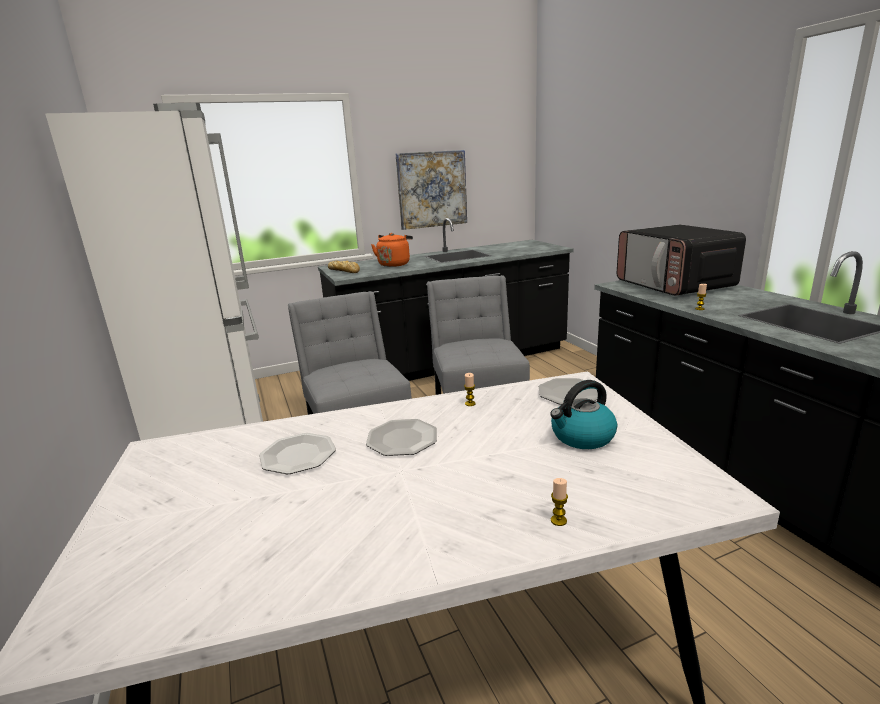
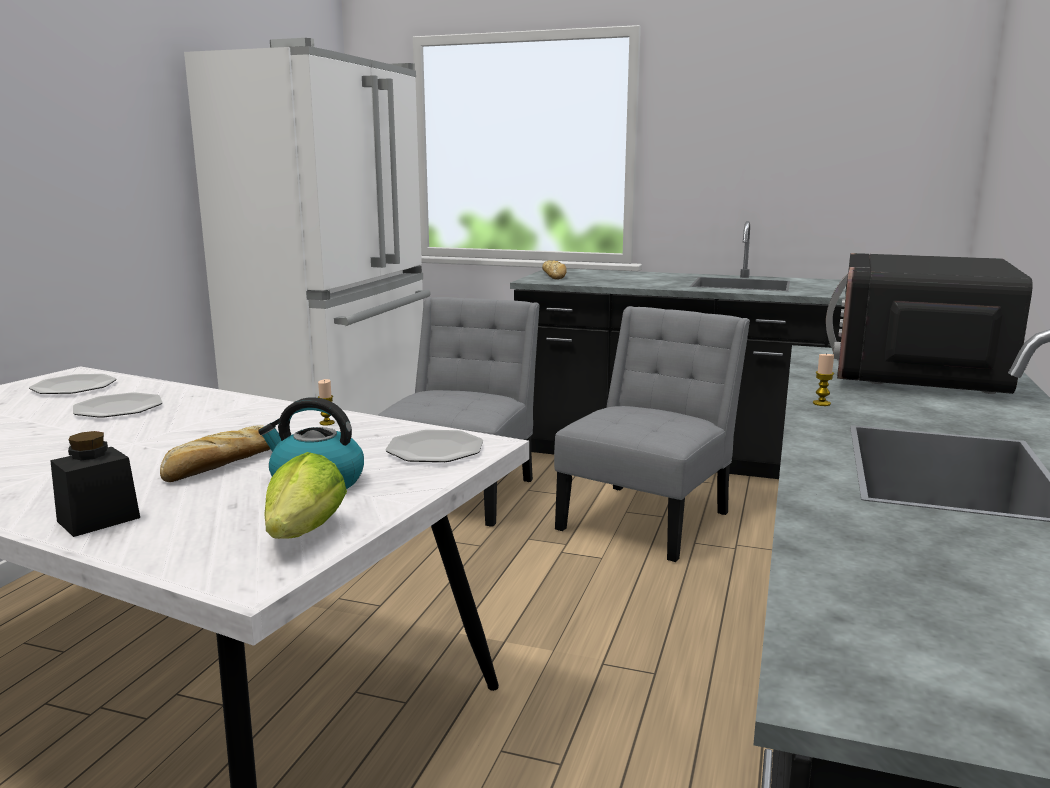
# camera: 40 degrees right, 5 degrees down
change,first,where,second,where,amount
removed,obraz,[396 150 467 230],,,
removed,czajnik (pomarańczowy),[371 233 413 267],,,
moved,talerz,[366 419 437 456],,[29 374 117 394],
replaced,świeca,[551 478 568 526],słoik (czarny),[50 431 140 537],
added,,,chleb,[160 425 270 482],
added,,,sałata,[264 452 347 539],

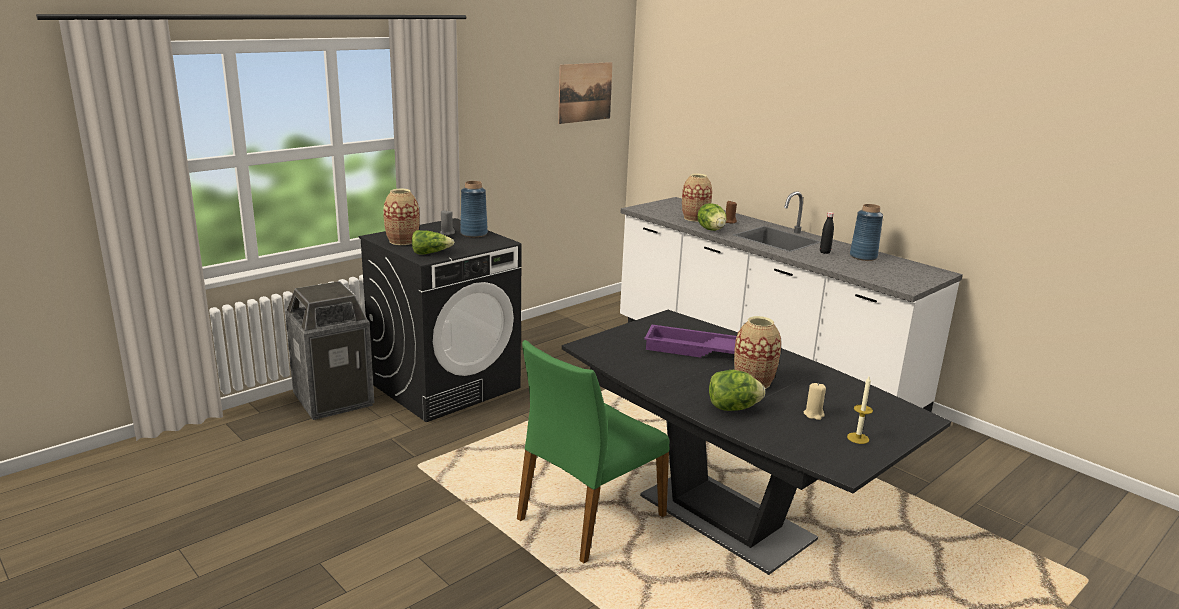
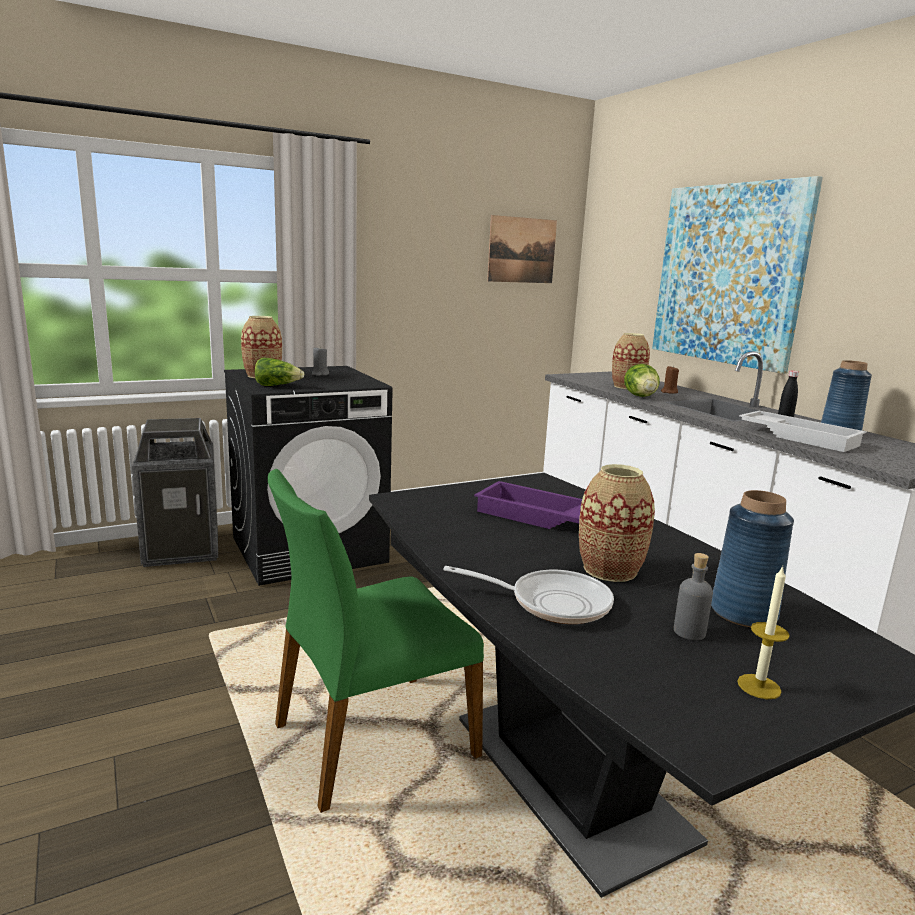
# camera: 15 degrees right, 5 degrees down
change,first,where,second,where,amount
moved,wazon (niebieski),[460 181 488 237],,[711 490 794 627],
replaced,sałata,[709 370 765 411],patelnia,[443 566 614 624],
replaced,świeca (beżowy),[804 383 826 420],butelka (szary),[674 553 713 640],
added,,,obraz,[652 176 823 374],
added,,,taca (biały),[739 411 867 452],

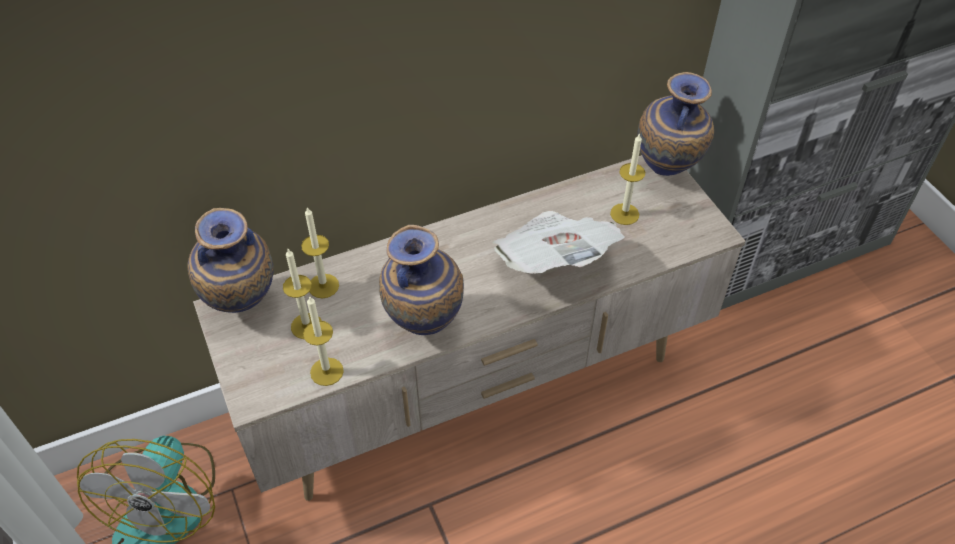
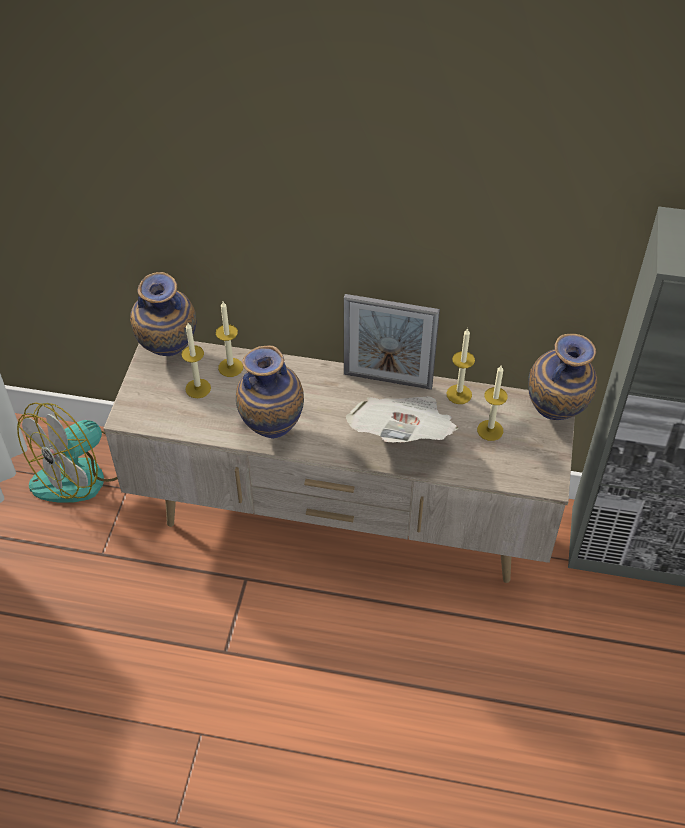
# camera: 35 degrees right, 0 degrees up
change,first,where,second,where,amount
moved,świeca,[303 296 344 386],,[446 328 475 404],
added,,,ramka na zdjęcie,[344 294 440 390],

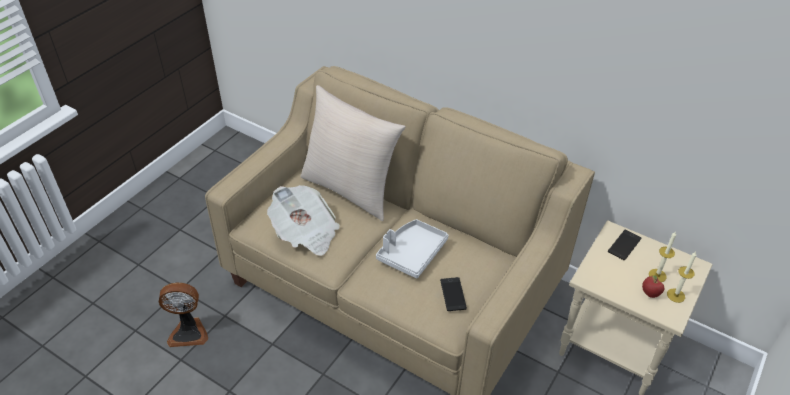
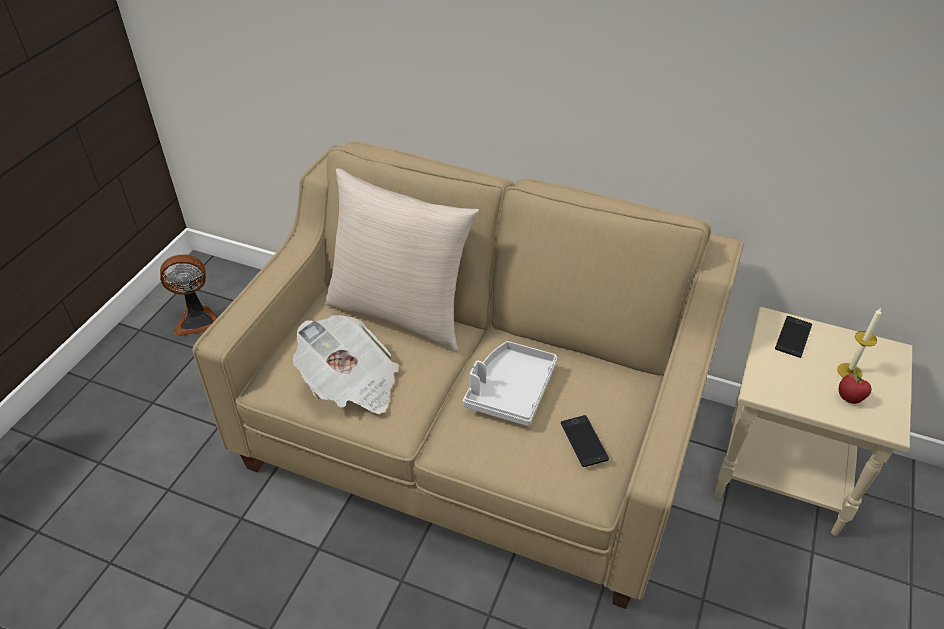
# camera: 10 degrees left, 0 degrees up
change,first,where,second,where,amount
removed,świeca,[667 252 696 303],,,
moved,wentylator,[159 282 208 347],,[160 254 218 337],

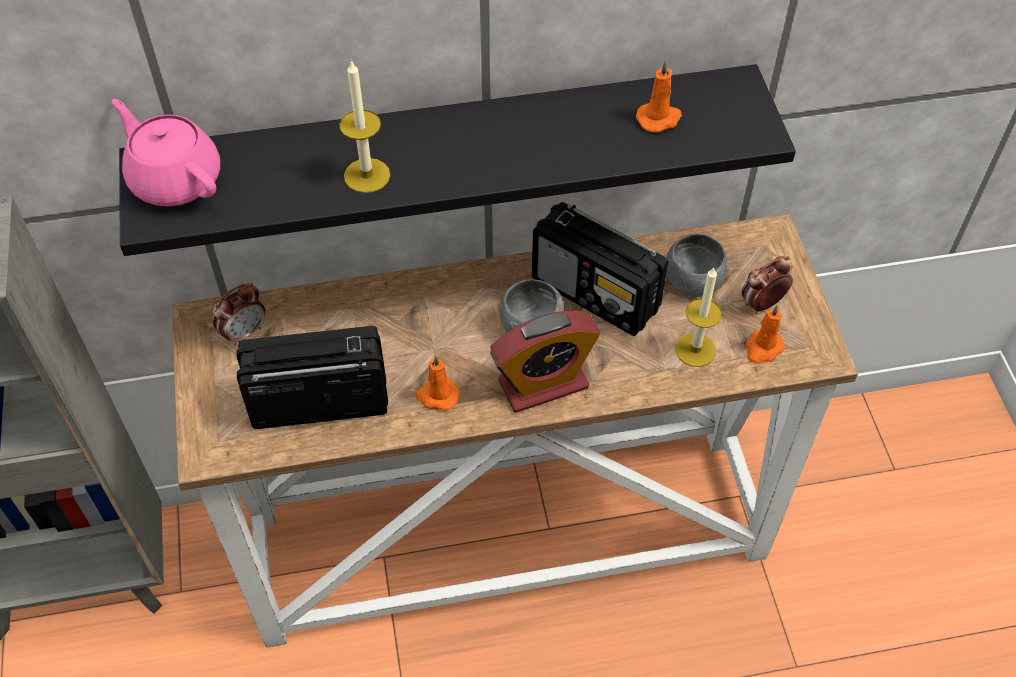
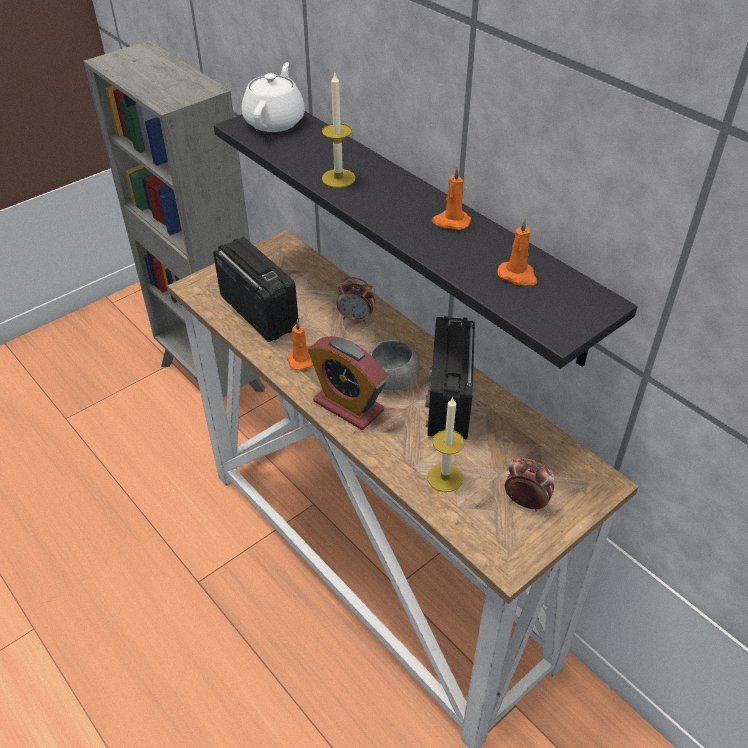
# camera: 60 degrees right, 10 degrees down
change,first,where,second,where,amount
recoloured,imbryk (różowy),[112 99 220 207],imbryk (biały),[241 62 305 132],
removed,miska (szary),[666 233 727 297],,,
moved,budzik,[213 283 265 346],,[337 277 376 324],
moved,świeca (pomarańczowy),[746 305 785 364],,[432 166 471 230],

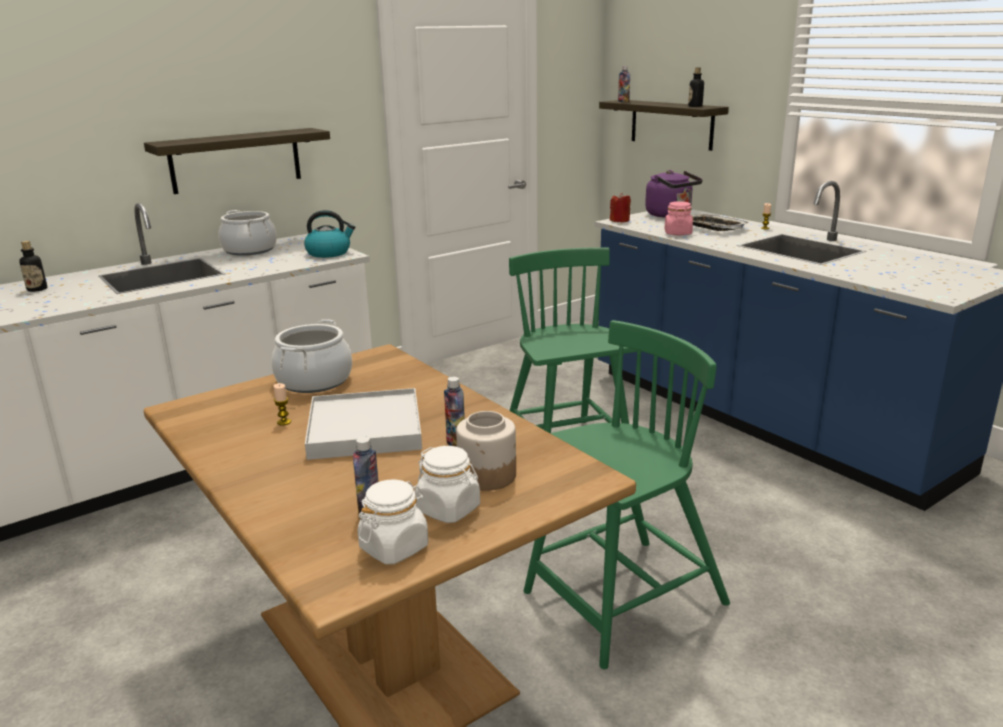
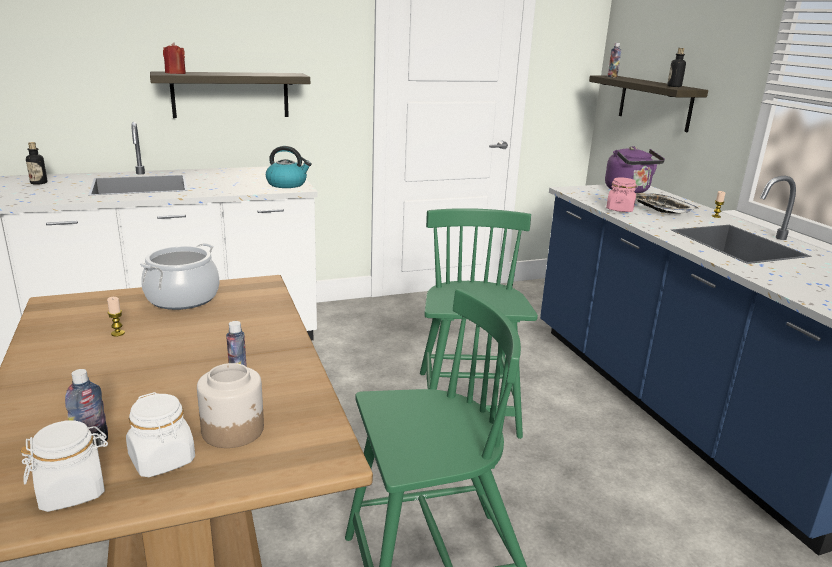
# camera: 15 degrees right, 0 degrees up
change,first,where,second,where,amount
moved,świeca (czerwony),[610 193 631 222],,[163 43 186 74],
removed,garnek,[218 210 277 256],,,
removed,taca (biały),[305 388 422 460],,,

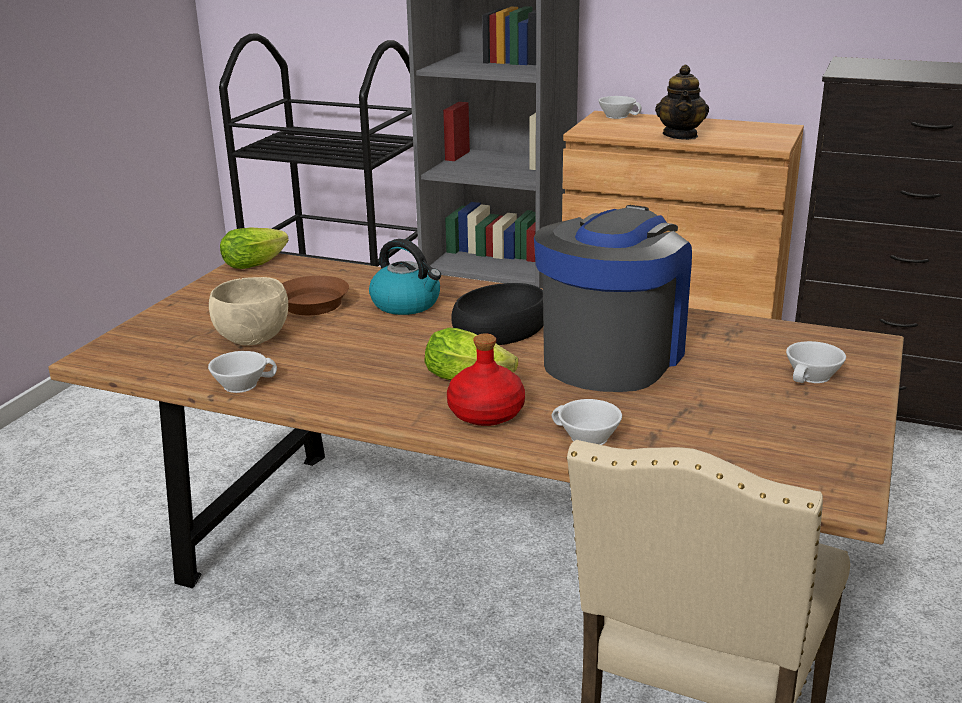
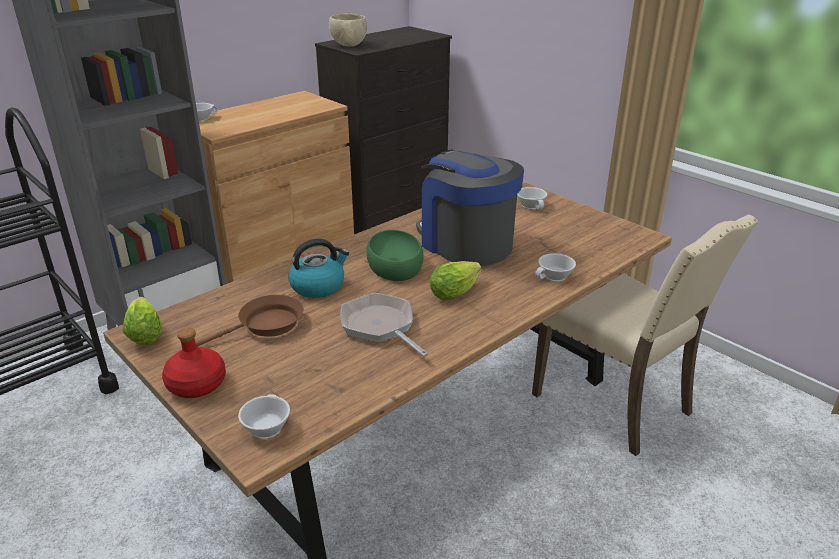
# camera: 65 degrees left, 5 degrees up
change,first,where,second,where,amount
removed,imbryk,[655 65 709 140],,,
moved,miska (beżowy),[209 277 288 346],,[329 13 367 47],
recoloured,miska (czarny),[451 283 543 345],miska (zielony),[366 230 423 281],
moved,butelka (czerwony),[447 333 525 426],,[162 328 226 398],
moved,filiżanka (biały),[208 351 277 393],,[238 394 290 439],
added,,,patelnia,[341 293 428 357],

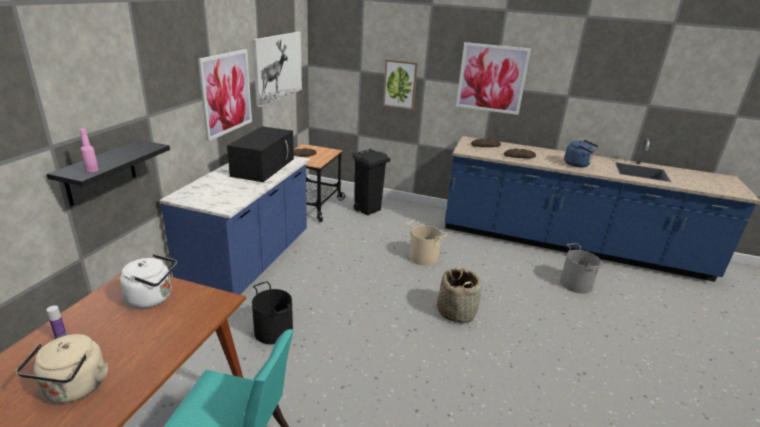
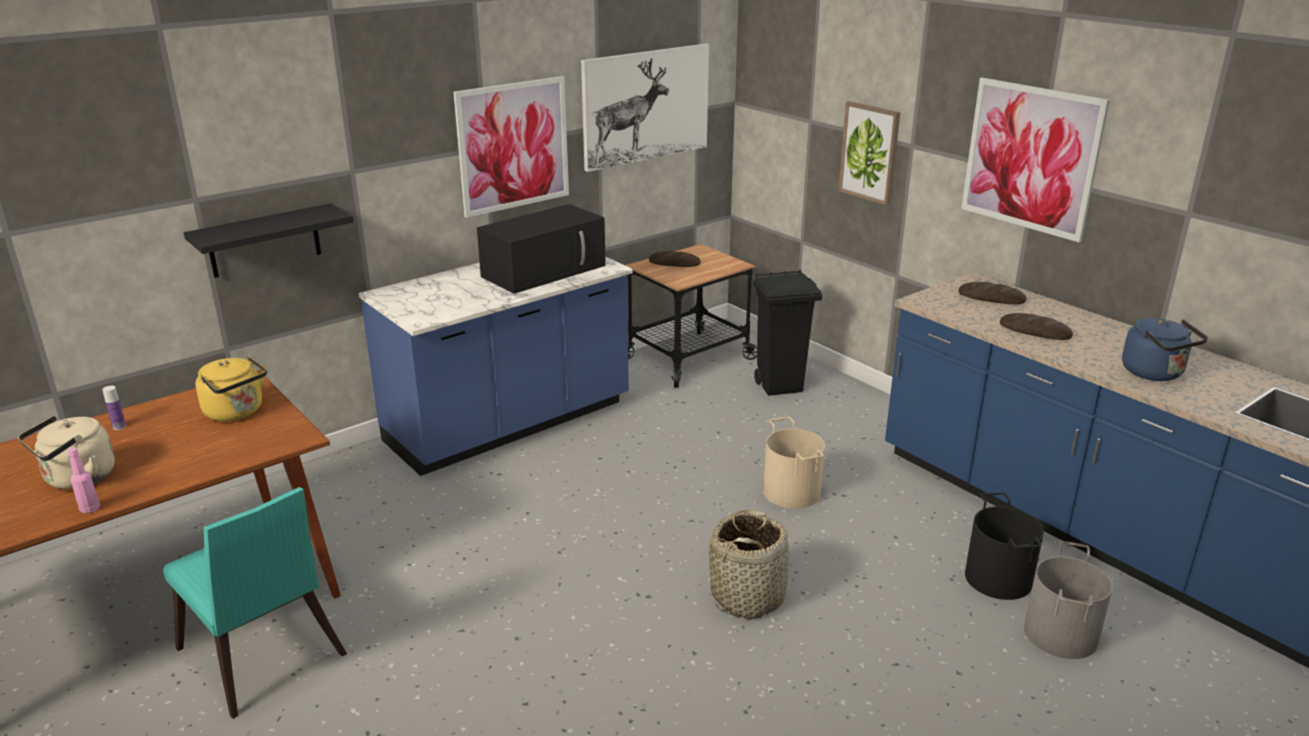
# camera: 35 degrees right, 0 degrees up
change,first,where,second,where,amount
moved,butelka (różowy),[80 128 99 173],,[68 448 100 513],
recoloured,czajnik (biały),[120 254 177 308],czajnik (żółty),[195 355 267 421],
moved,wiadro (czarny),[252 281 293 344],,[965 492 1044 600],

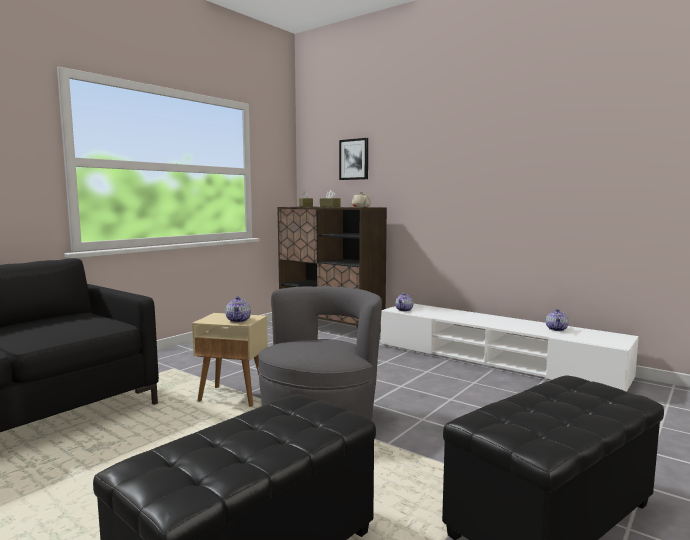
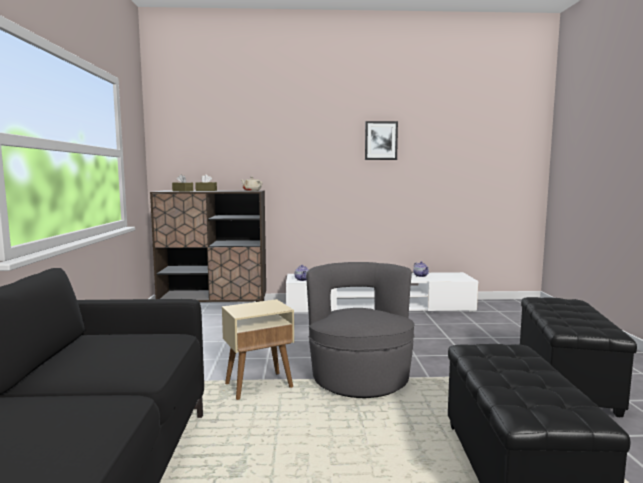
# camera: 40 degrees left, 0 degrees up
change,first,where,second,where,amount
moved,obraz,[339 138 368 180],,[365 121 398 160],
removed,imbryk,[225 296 251 323],,,

